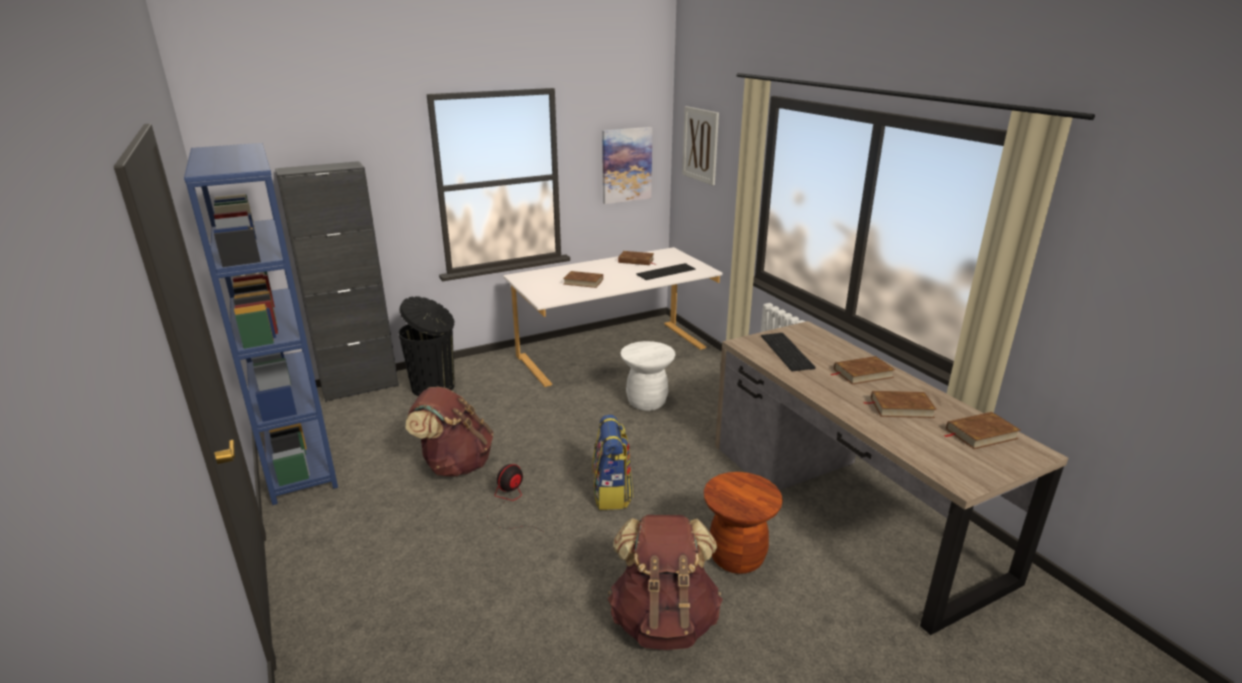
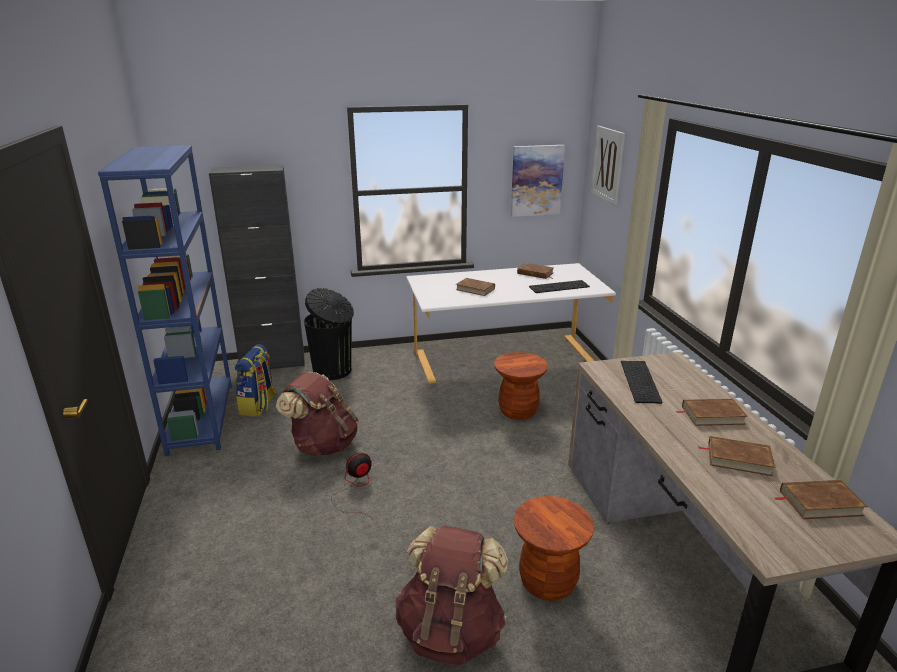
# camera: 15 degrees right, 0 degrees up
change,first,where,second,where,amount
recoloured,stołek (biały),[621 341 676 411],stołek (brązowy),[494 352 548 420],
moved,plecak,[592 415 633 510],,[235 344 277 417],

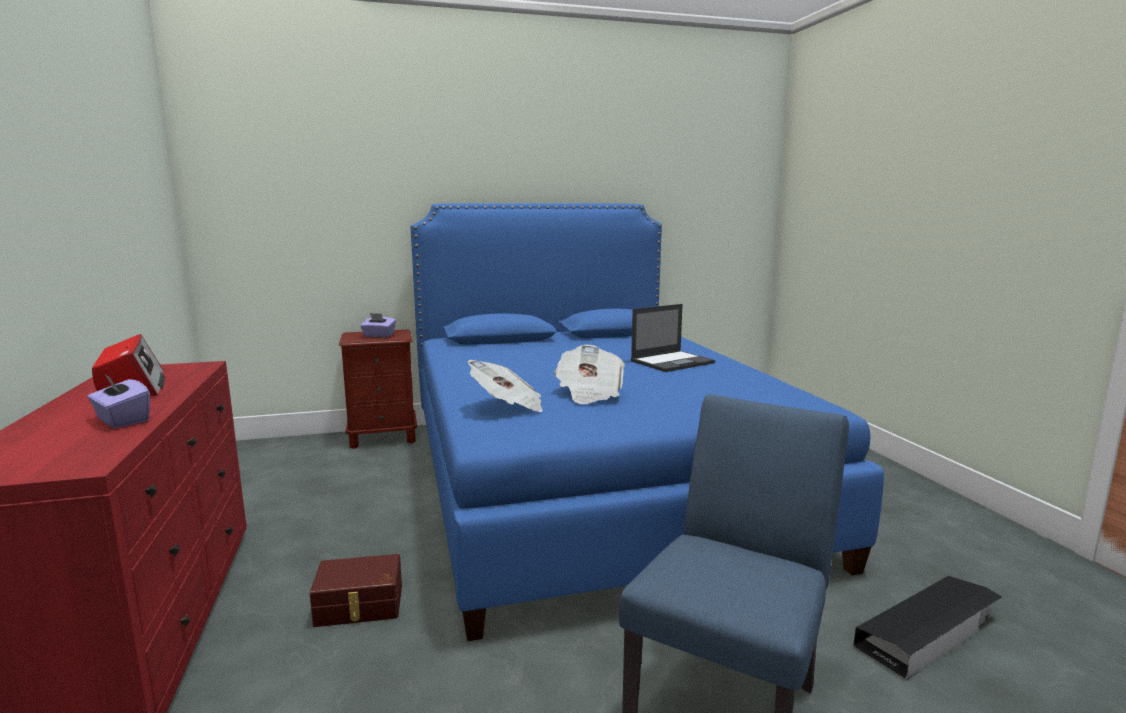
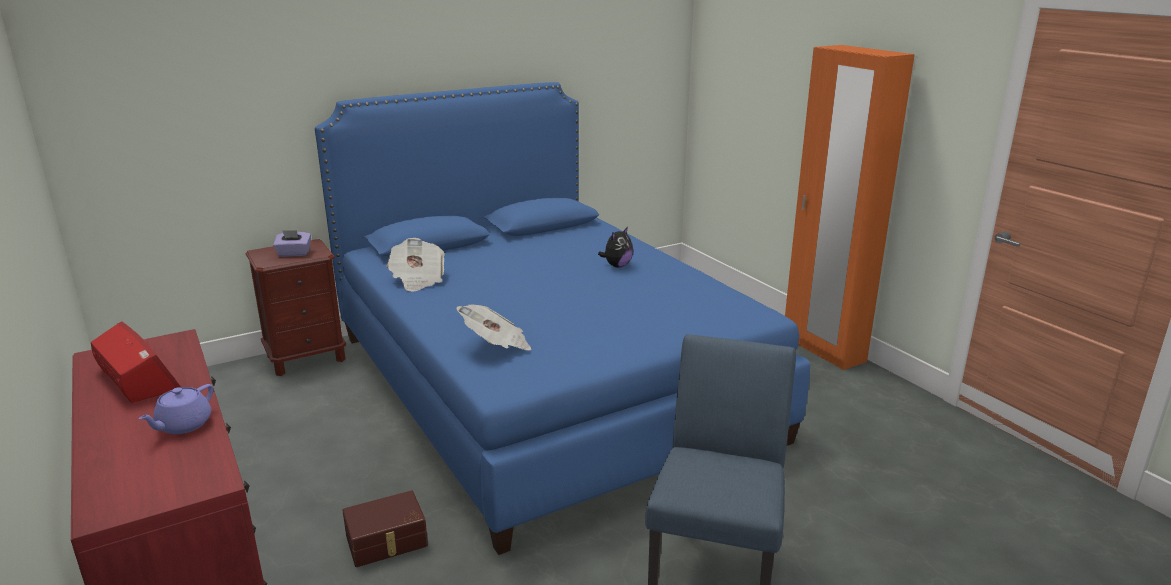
# camera: 15 degrees left, 10 degrees up
change,first,where,second,where,amount
replaced,laptop,[631 304 715 372],pluszak,[598 227 633 268],
moved,gazeta,[555 344 625 404],,[387 238 445 292],
replaced,pudełko chusteczek (fioletowy),[87 373 150 428],imbryk (fioletowy),[138 384 213 434],
removed,pojemnik do przechowywania (czarny),[853 576 1002 680],,,
added,,,szafa (pomarańczowy),[785 45 915 370],

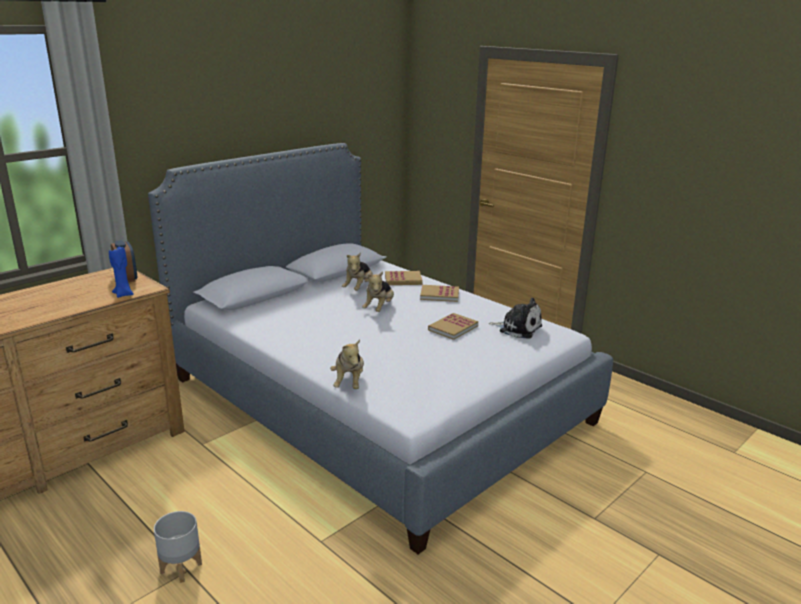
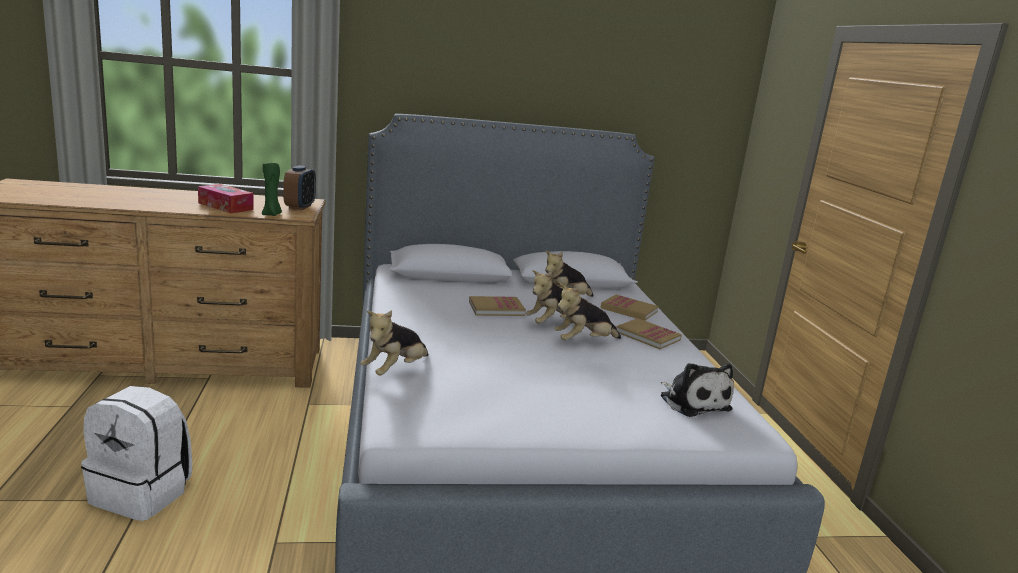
# camera: 35 degrees right, 5 degrees down
change,first,where,second,where,amount
recoloured,świeca (niebieski),[109 247 134 298],świeca (zielony),[262 162 282 216],
moved,książka,[428 313 478 340],,[469 296 526 316],
replaced,donica (szary),[154 511 202 583],plecak (biały),[81 386 192 521],
added,,,pudełko chusteczek,[198 184 254 214],
added,,,pluszak,[554 284 621 340],

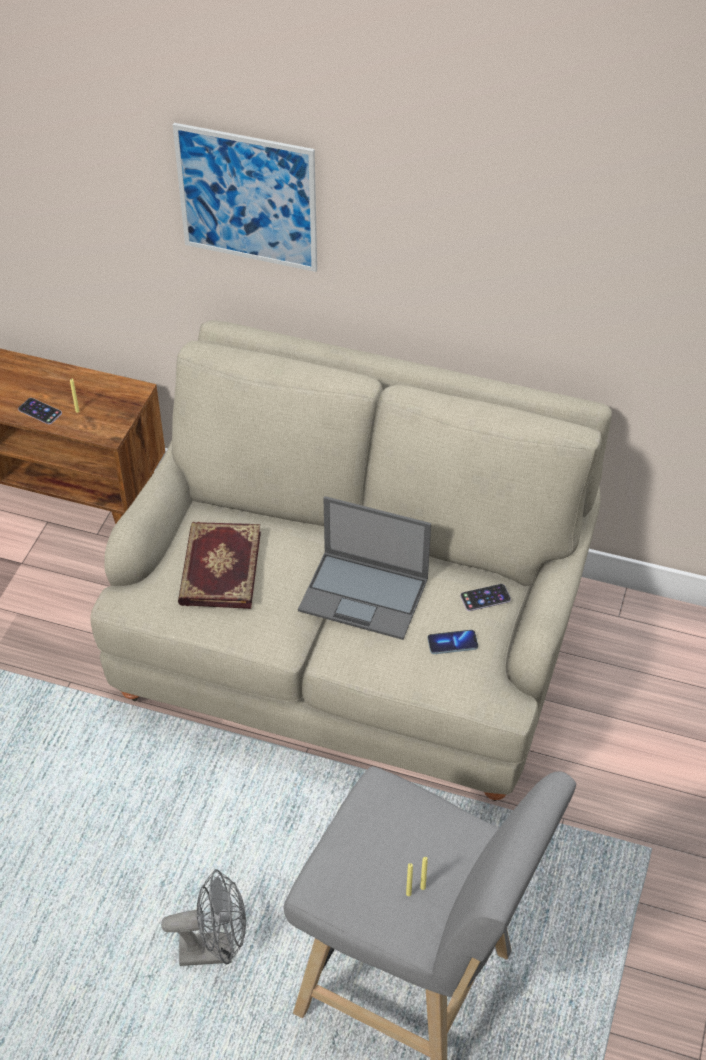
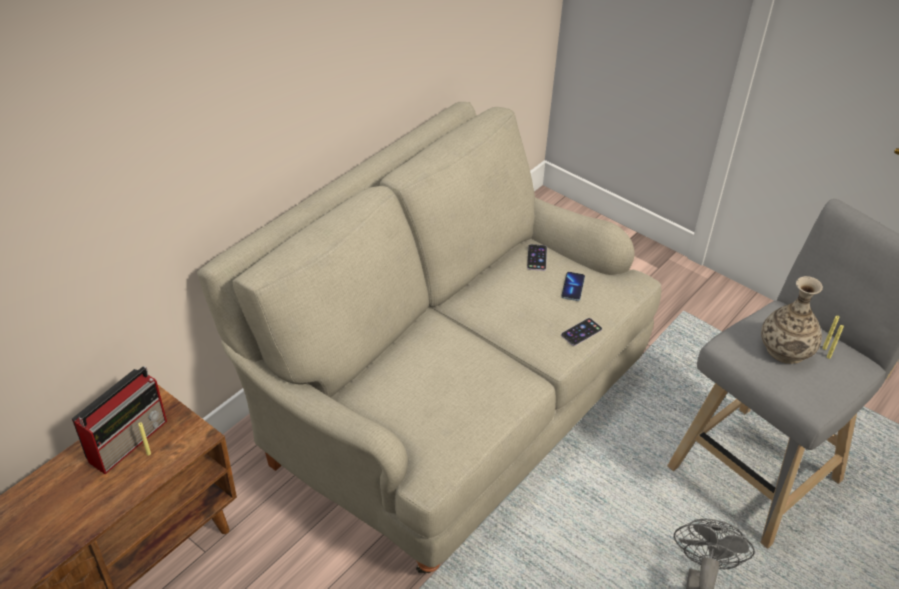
# camera: 70 degrees left, 5 degrees down
change,first,where,second,where,amount
removed,obraz,[173 123 317 272],,,
moved,telefon,[18 398 62 424],,[561 318 602 346],
removed,laptop,[298 496 431 640],,,
removed,książka,[178 522 261 609],,,
added,,,wazon,[761 276 823 364],
added,,,radio,[72 366 167 474],

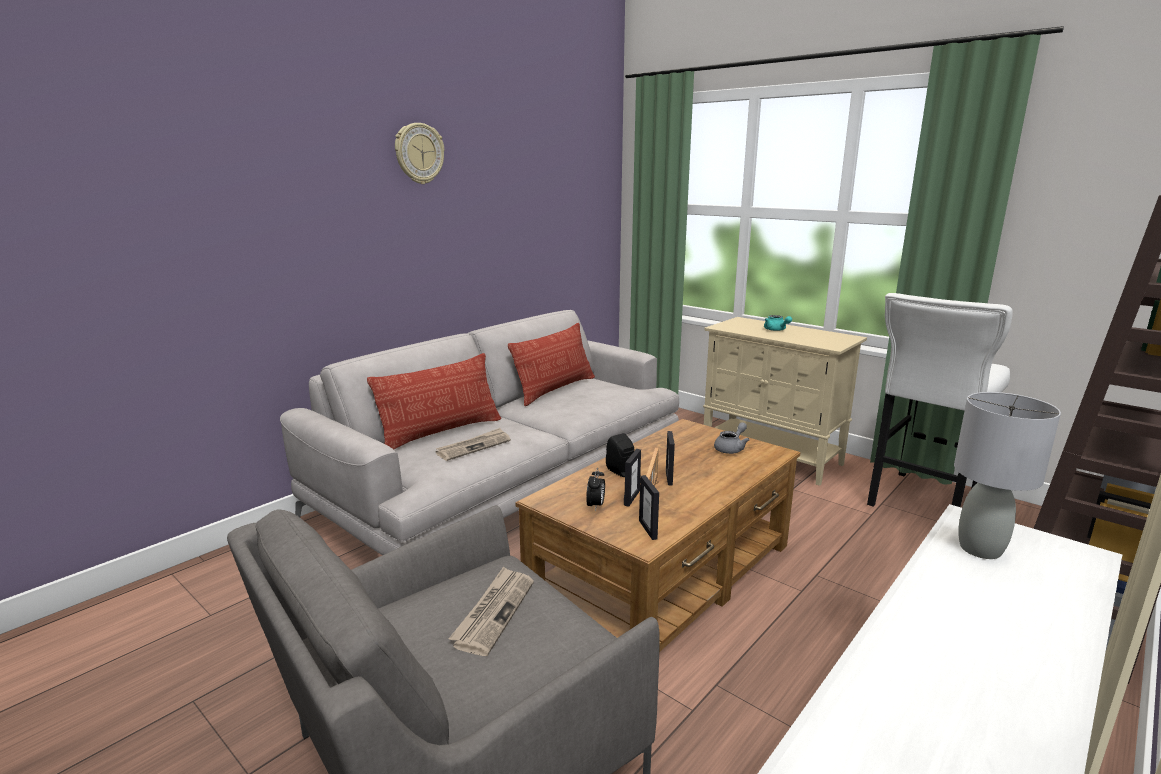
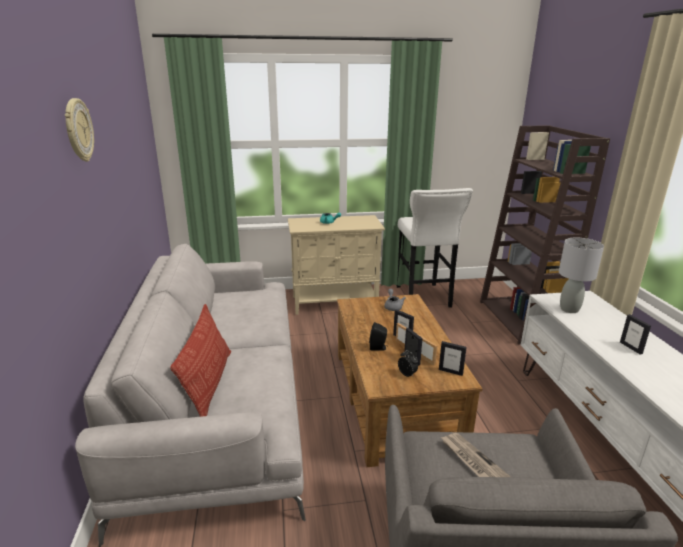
# camera: 50 degrees left, 5 degrees up
change,first,where,second,where,amount
removed,poduszka,[508 323 595 406],,,
removed,gazeta,[436 428 511 461],,,
added,,,ramka na zdjęcie,[620 314 651 355],

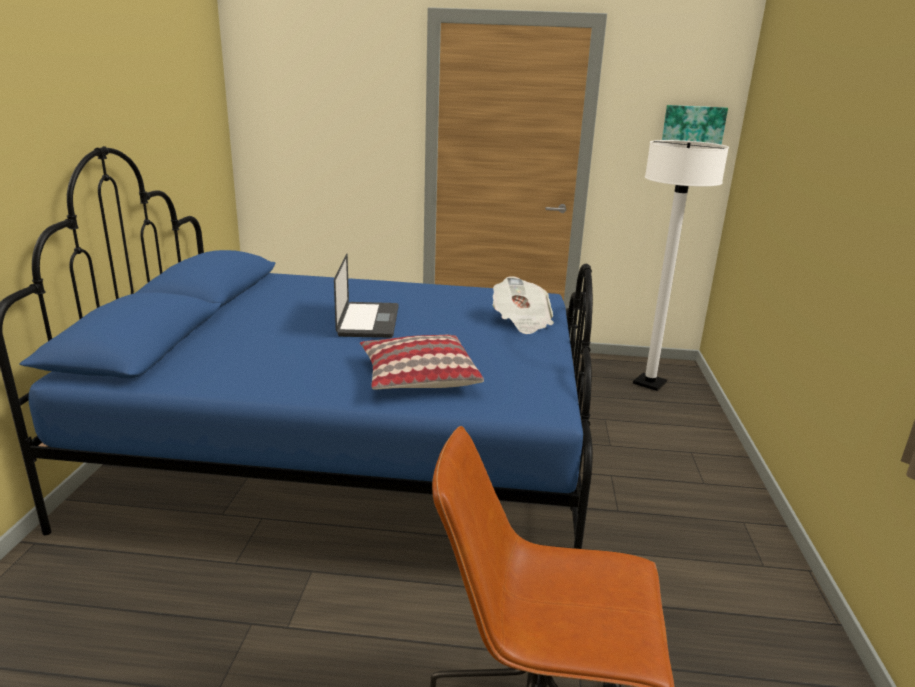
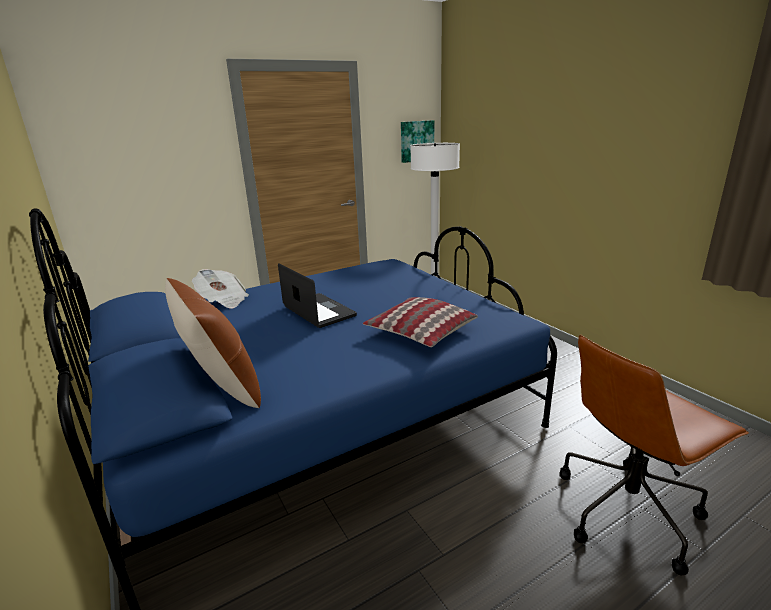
# camera: 35 degrees left, 0 degrees up
change,first,where,second,where,amount
moved,gazeta,[493 276 554 334],,[192 269 249 308],
added,,,poduszka (brązowy),[165 278 261 408],

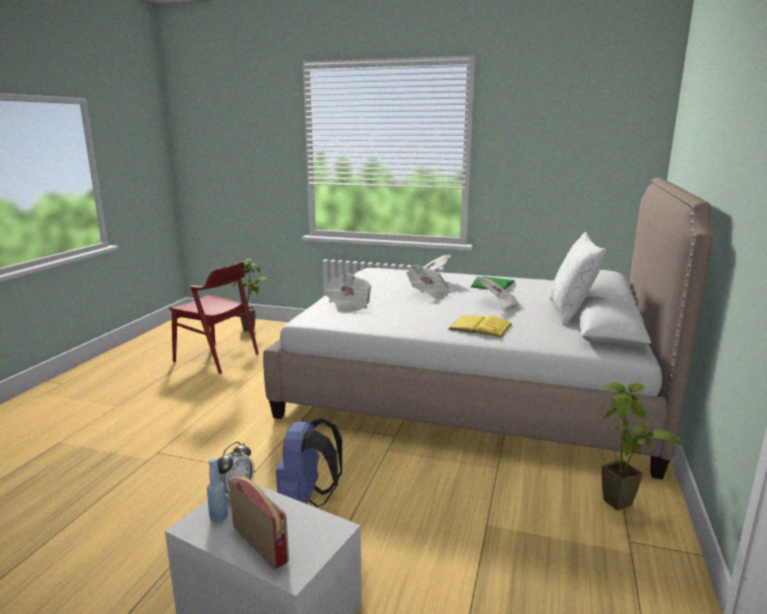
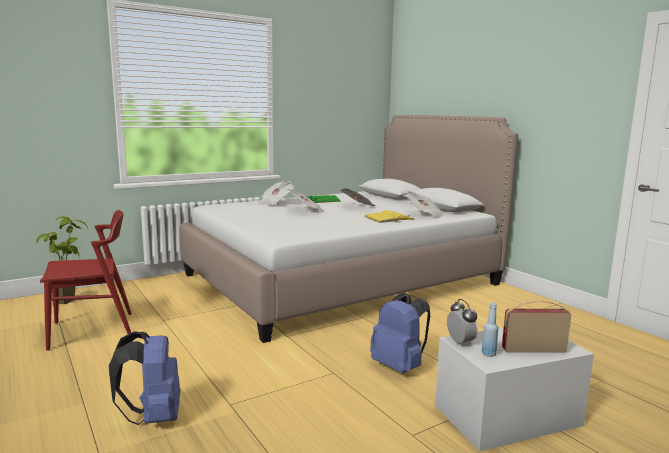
# camera: 50 degrees left, 5 degrees down
change,first,where,second,where,amount
removed,poduszka (biały),[550 232 606 326],,,
moved,gazeta,[325 274 371 314],,[407 191 443 218],
removed,roślina doniczkowa,[602 382 682 510],,,
added,,,plecak (niebieski),[109 331 180 425],

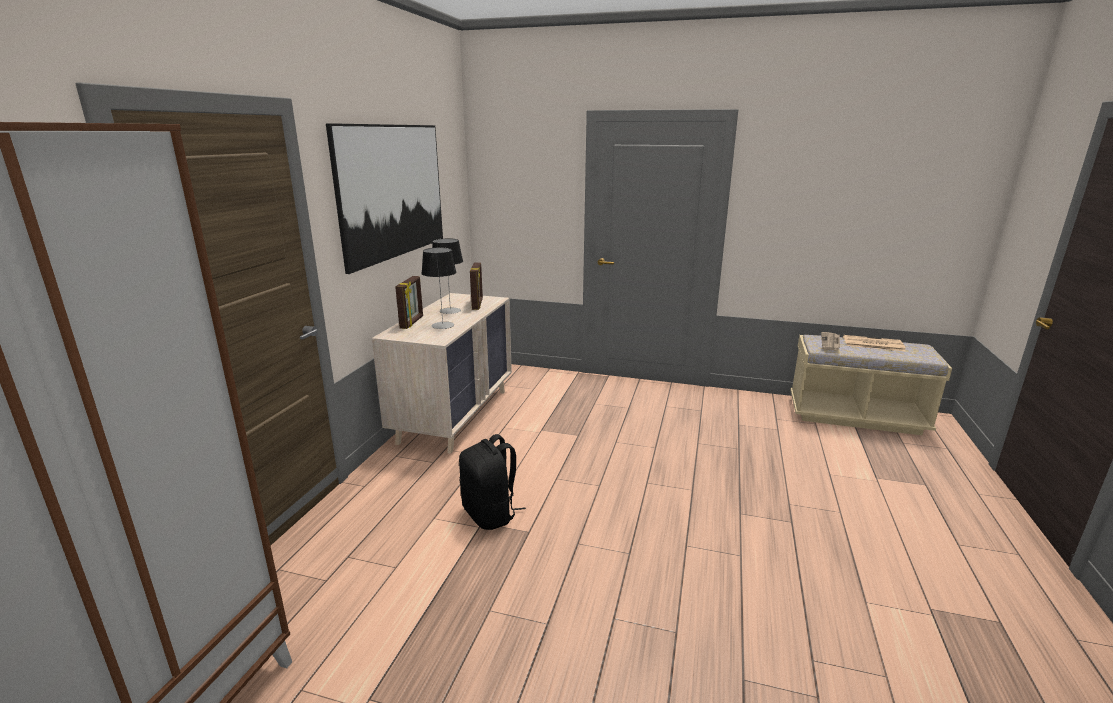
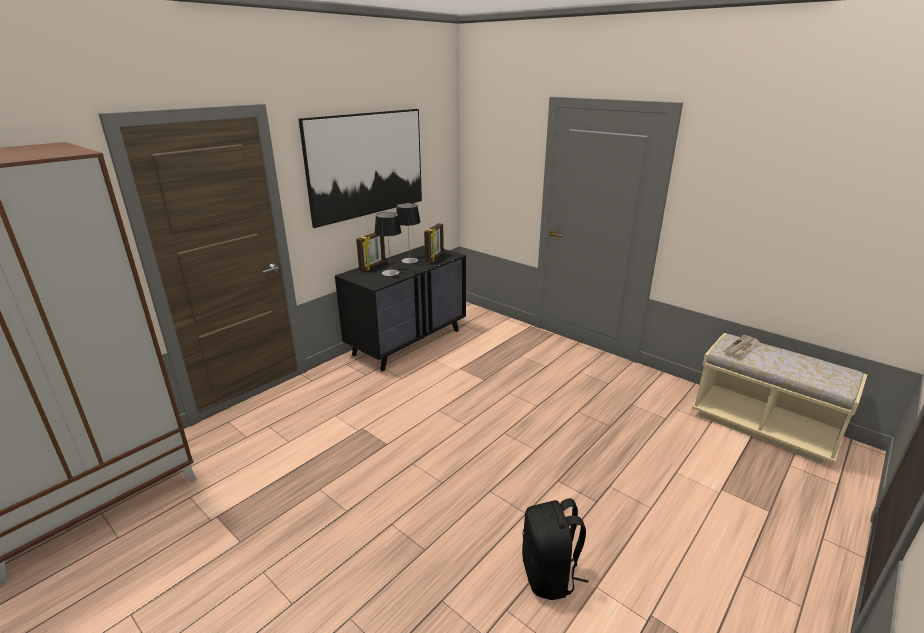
# camera: 25 degrees right, 5 degrees up
change,first,where,second,where,amount
recoloured,komoda (beżowy),[372 293 512 454],komoda (czarny),[335 245 466 371],
removed,gazeta,[843 335 905 351],,,
moved,plecak (czarny),[459 434 526 530],,[522 498 588 600],

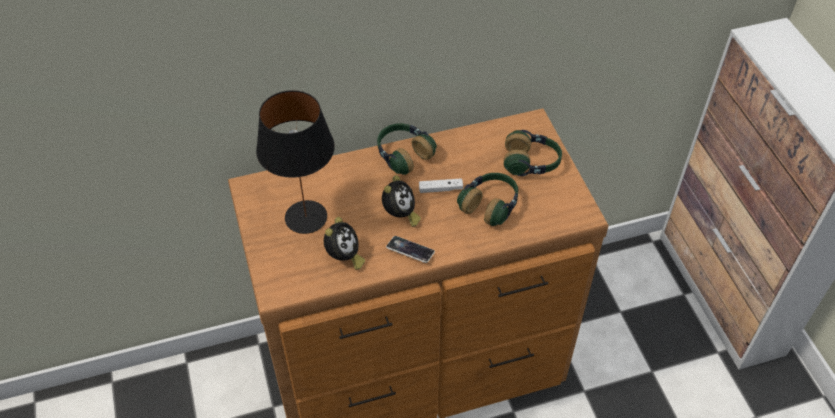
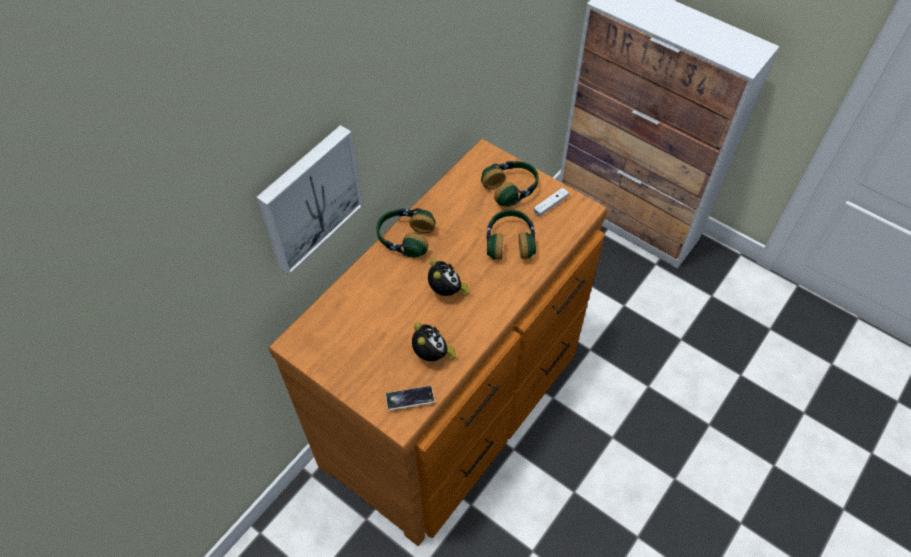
# camera: 35 degrees left, 5 degrees up
change,first,where,second,where,amount
removed,lampa stołowa (czarny),[256 90 335 234],,,
moved,pad do gier (biały),[419 178 463 193],,[534 188 569 217],
moved,telefon,[386 236 435 263],,[386 386 435 410],
added,,,obraz,[256 125 363 275],

